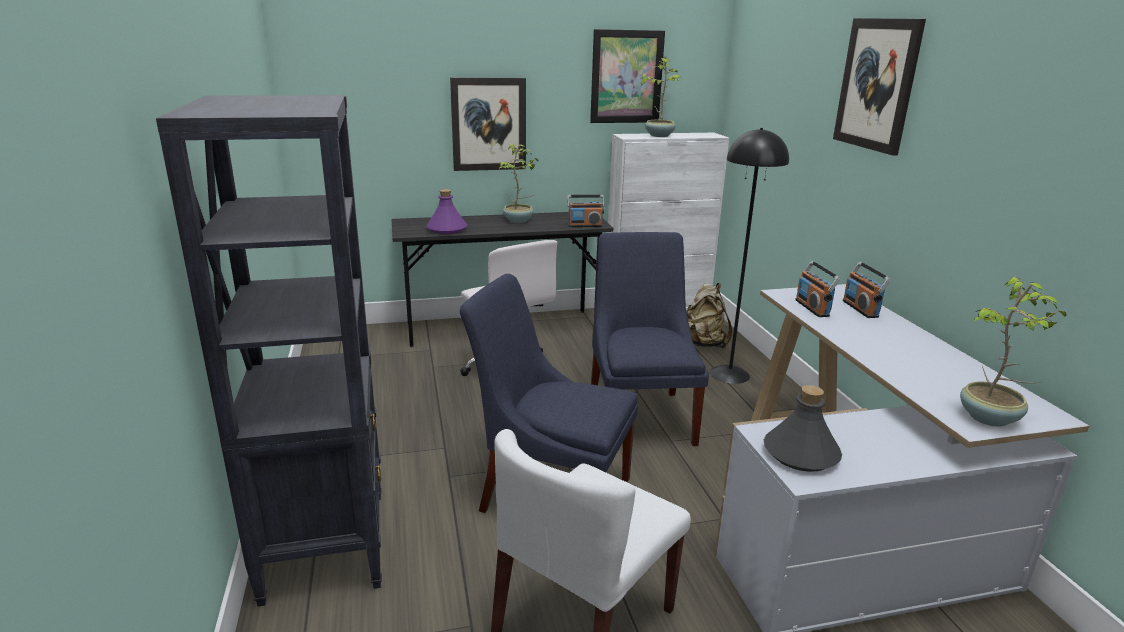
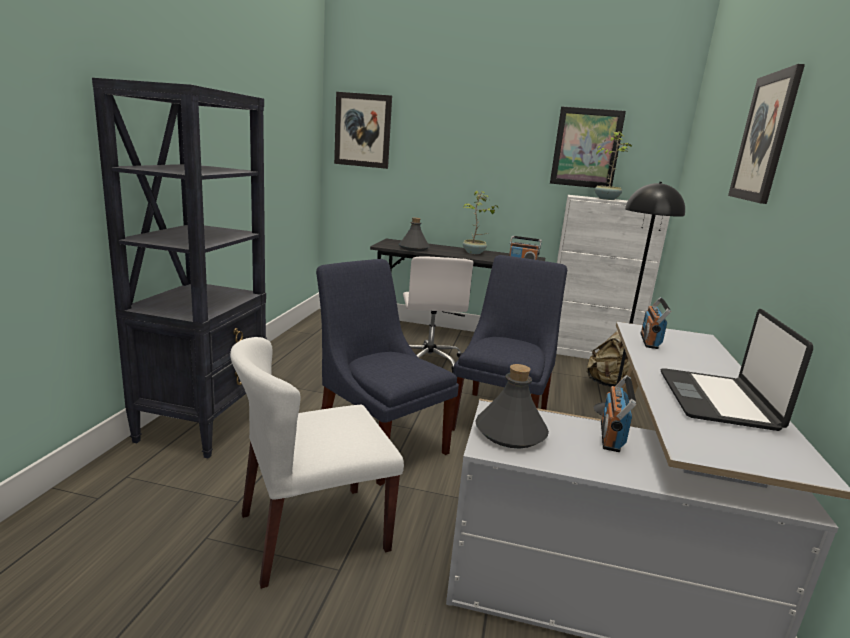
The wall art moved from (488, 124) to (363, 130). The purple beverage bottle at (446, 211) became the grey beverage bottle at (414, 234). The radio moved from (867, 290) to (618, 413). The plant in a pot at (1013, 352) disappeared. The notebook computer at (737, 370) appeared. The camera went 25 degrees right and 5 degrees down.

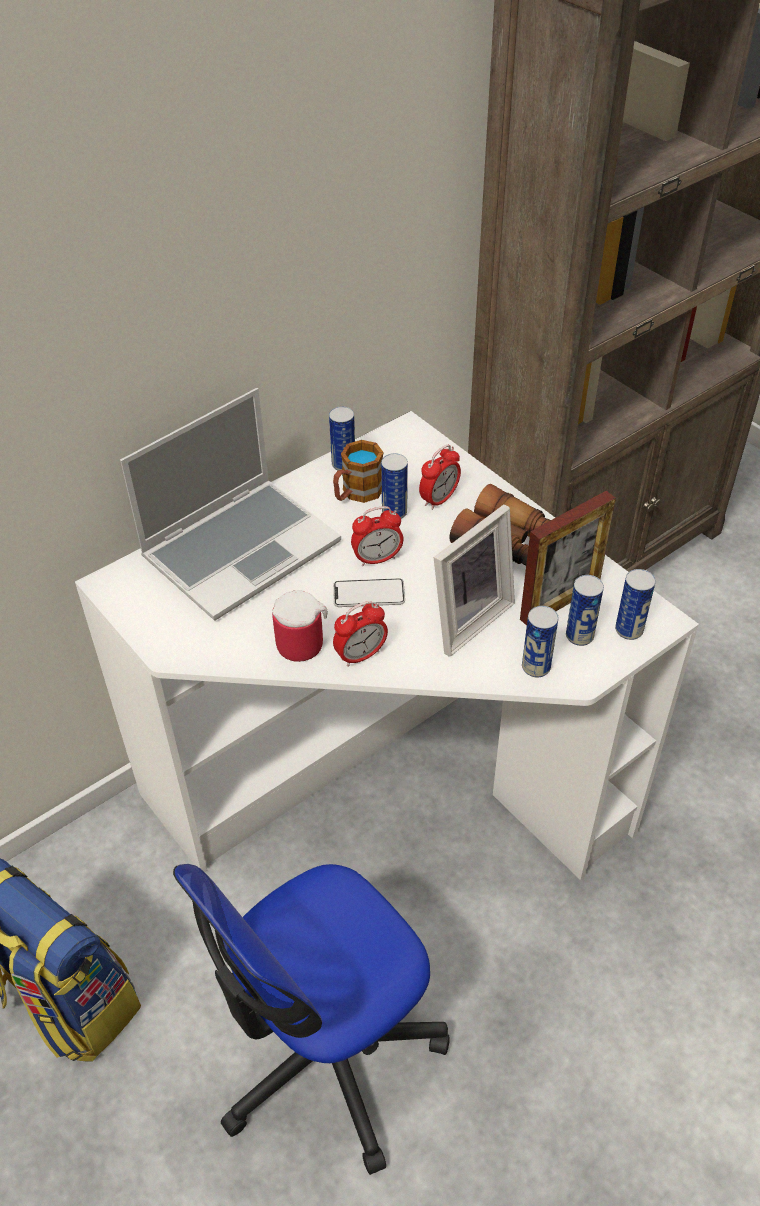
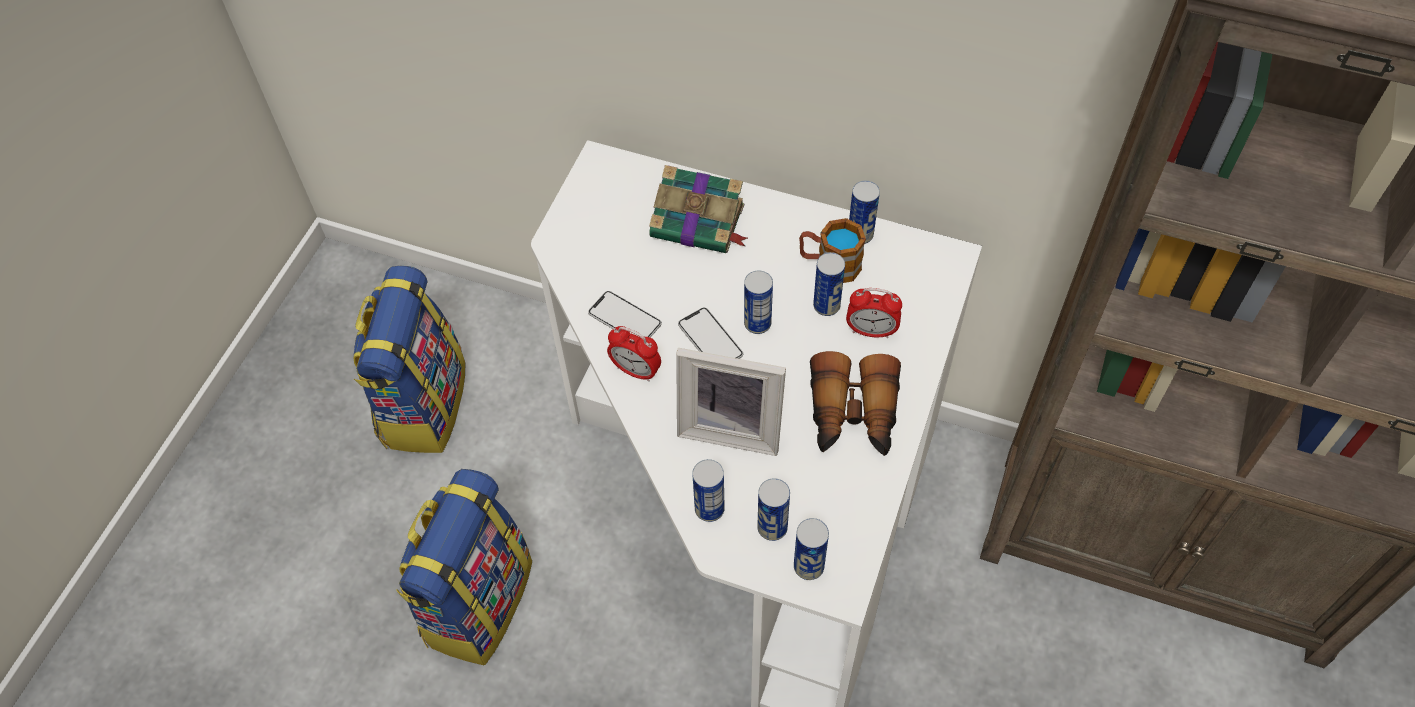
The notebook computer at (230, 504) was replaced by the volume at (698, 209). The photo frame at (568, 558) disappeared. The table clock at (377, 536) was replaced by the can at (758, 302). The mug at (299, 626) was replaced by the handset at (625, 314). The computer chair at (311, 1019) was replaced by the backpack at (464, 567). The camera went 60 degrees right and 10 degrees up.

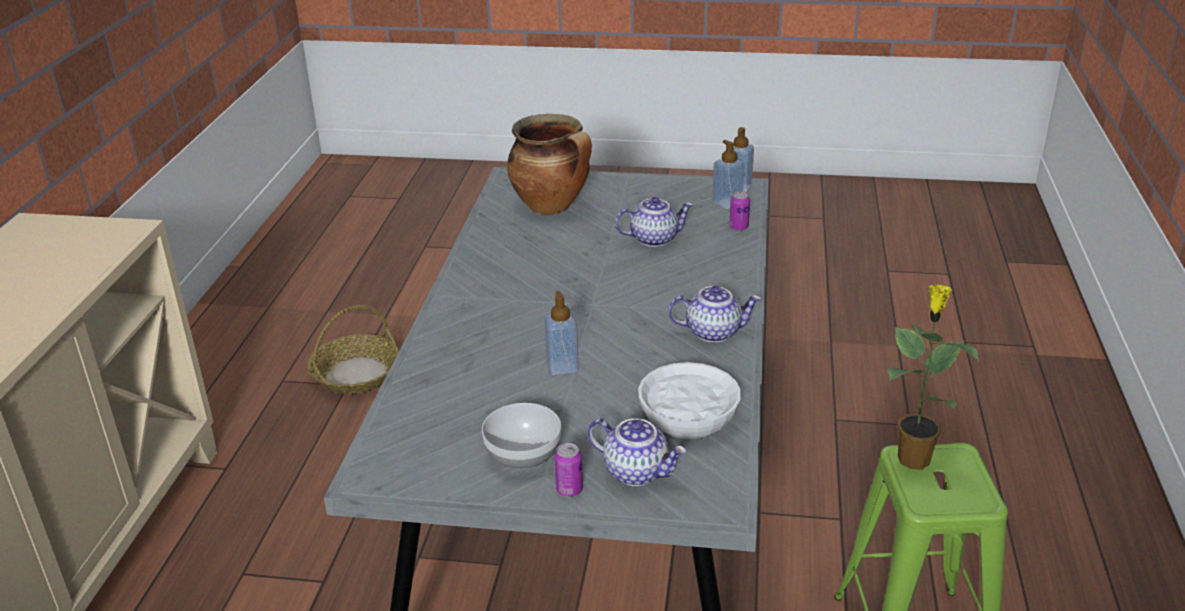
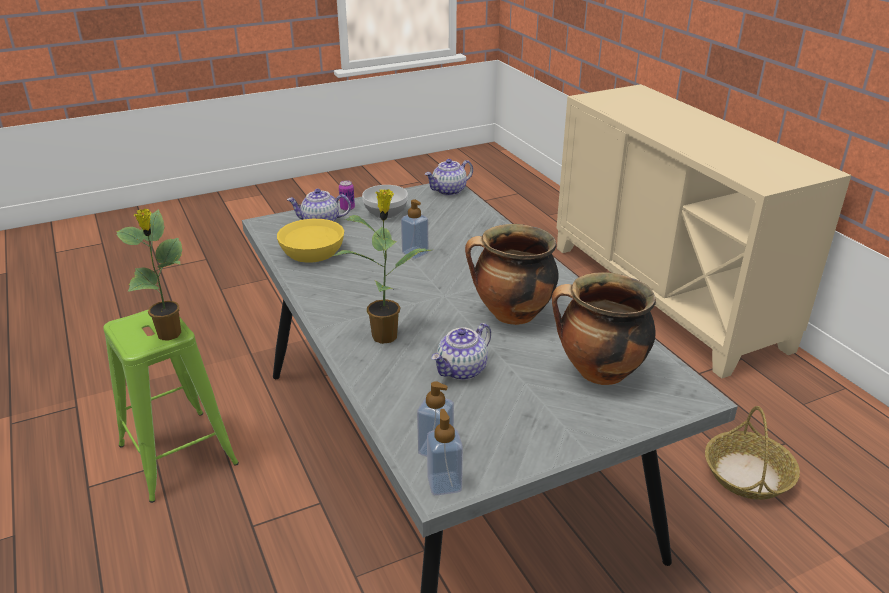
The can at (739, 211) disappeared. The tea pot moved from (714, 314) to (449, 177). The white deep dish at (689, 400) became the yellow-coloured deep dish at (310, 241). The plant in a pot at (382, 266) appeared. The saucepot at (511, 274) appeared. The camera went 145 degrees right and 0 degrees up.

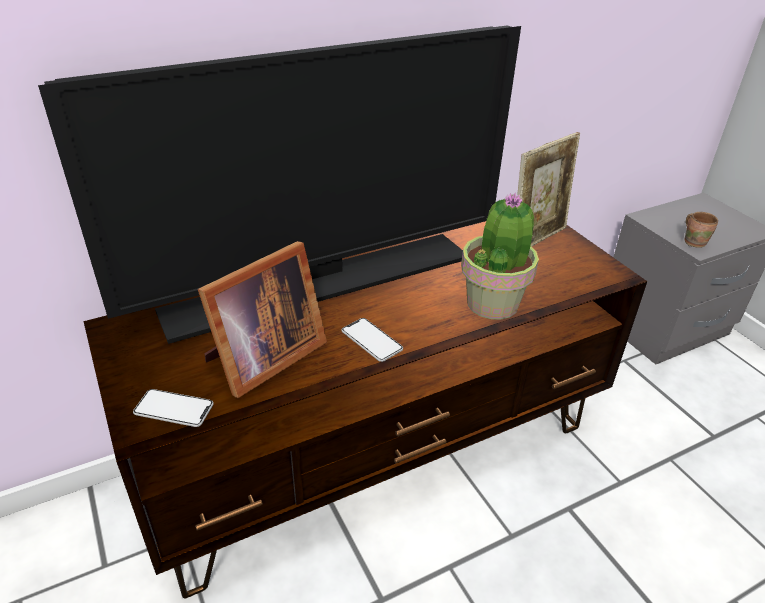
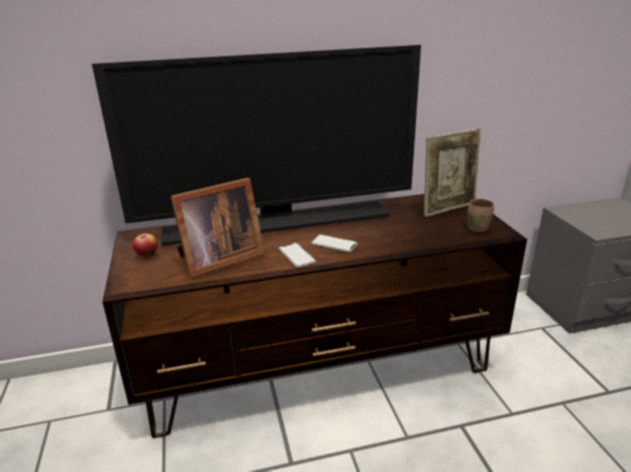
The plant in a pot at (500, 256) disappeared. The brownish mug moved from (701, 230) to (480, 215). The handset moved from (173, 408) to (334, 243). The apple at (145, 245) appeared. The camera went 15 degrees right and 10 degrees down.

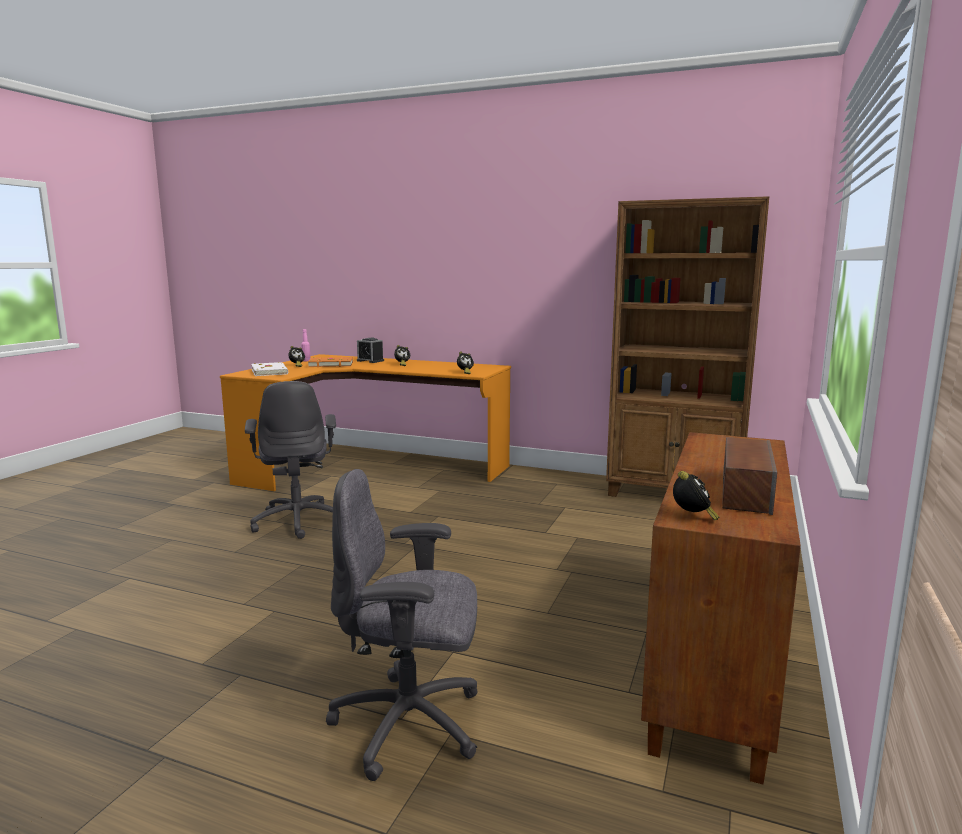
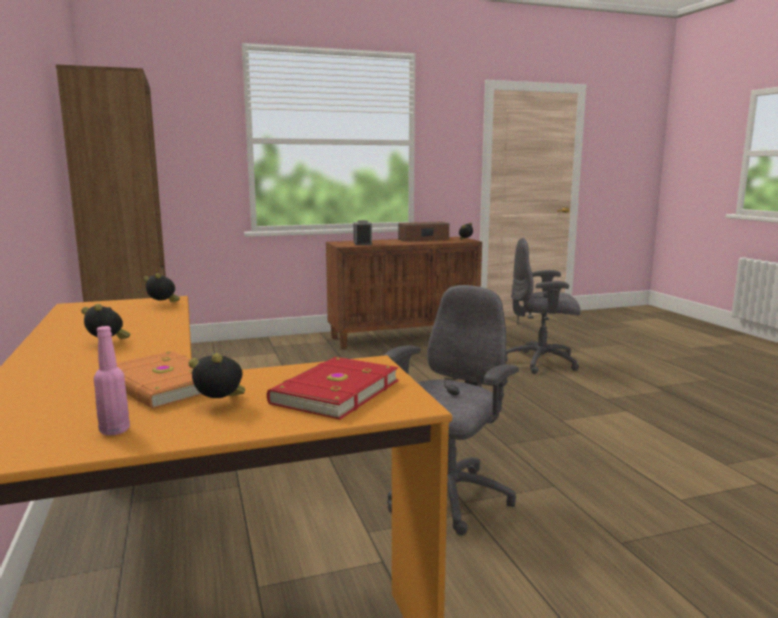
The table clock moved from (370, 350) to (363, 232). The white volume at (269, 369) became the red volume at (333, 388). The grey computer chair at (402, 625) turned 135 degrees clockwise. The camera went 130 degrees left and 0 degrees up.

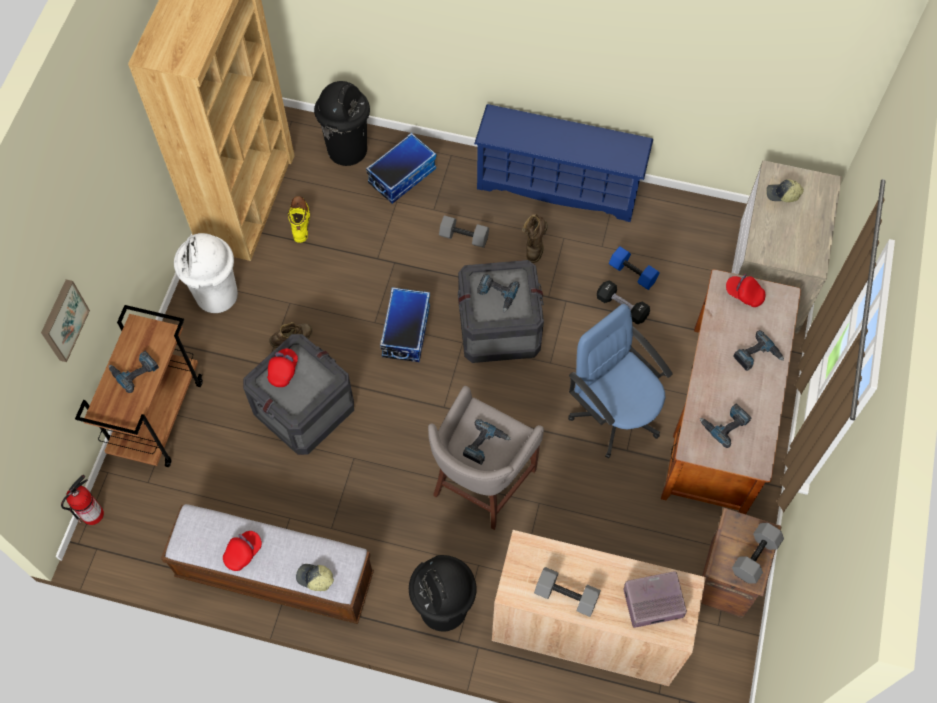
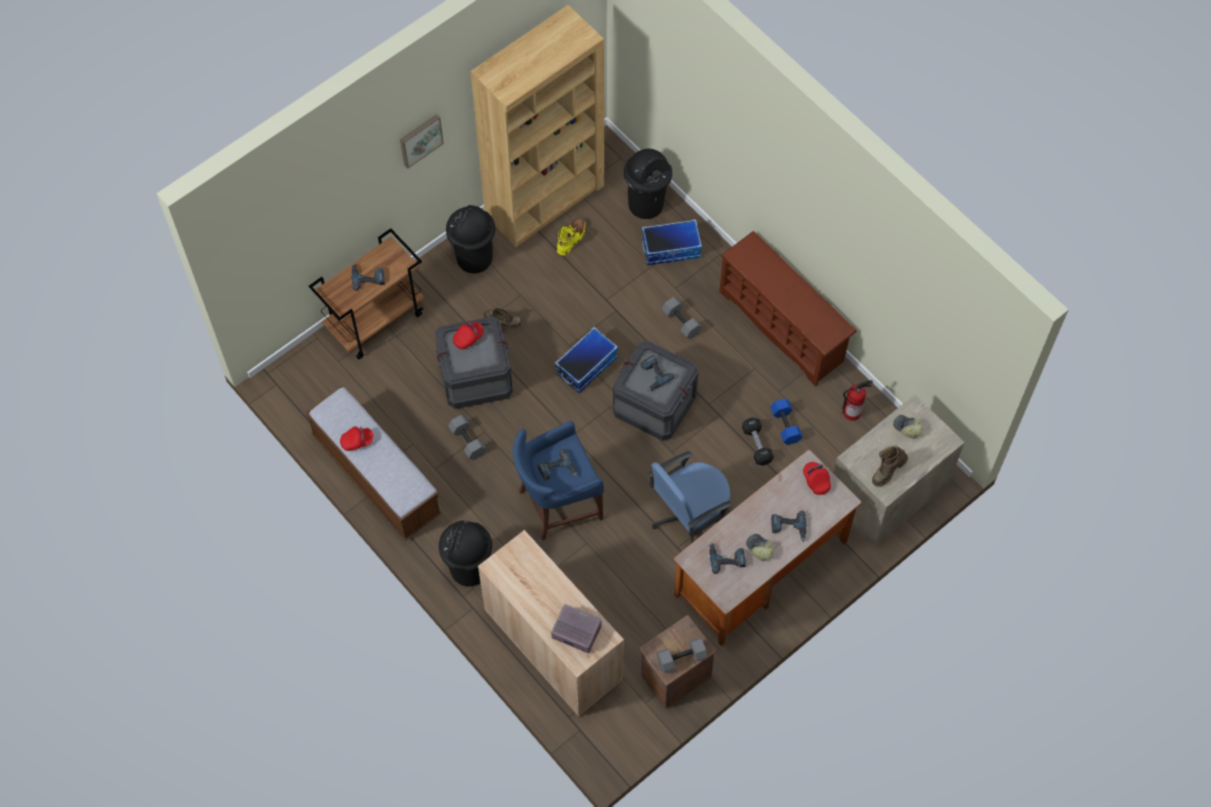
The bluish shoe rack at (563, 163) became the brownish shoe rack at (788, 309). The brownish tall boot moved from (535, 238) to (890, 466). The white waste bin at (206, 273) became the black waste bin at (470, 239). The wall art moved from (65, 321) to (422, 141). The bluish computer chair at (620, 381) turned 120 degrees counterclockwise. The grey stool at (486, 458) became the bluish stool at (558, 480). The fire extinguisher moved from (82, 500) to (857, 400). The baseball cap moved from (315, 577) to (760, 547). The grey dumbbell moved from (567, 592) to (467, 437). The camera went 35 degrees right and 0 degrees up.

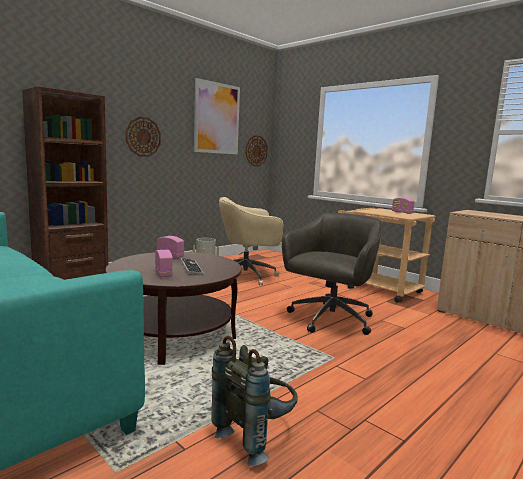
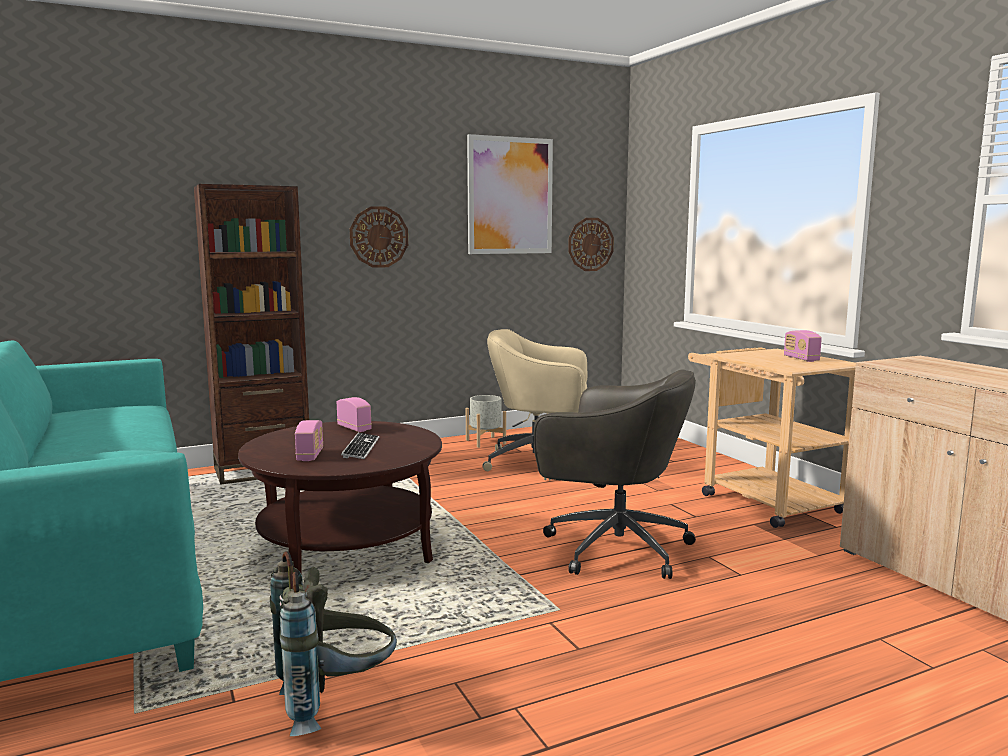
The grey computer chair at (332, 274) turned 60 degrees clockwise. The camera went 20 degrees right and 0 degrees up.

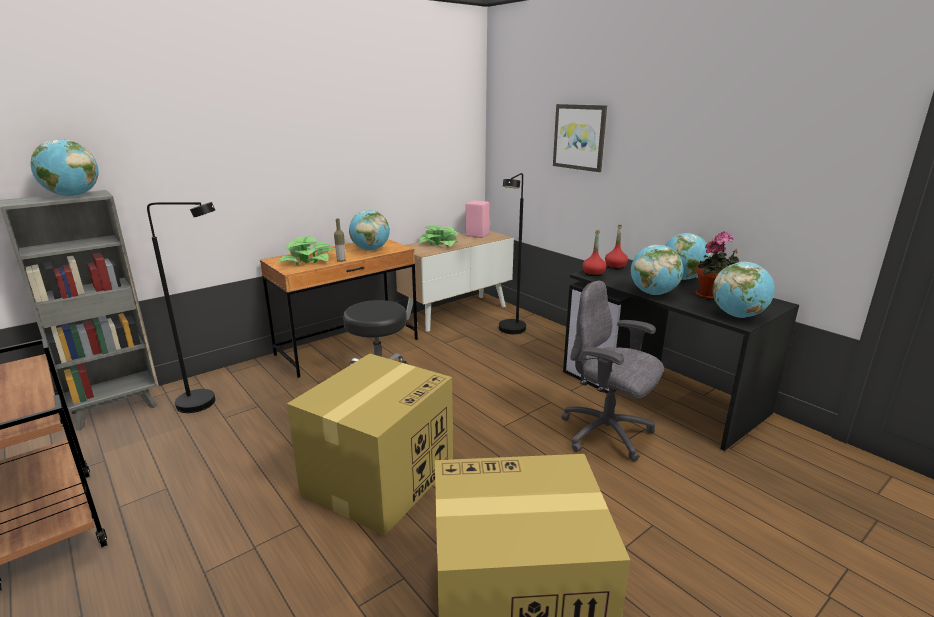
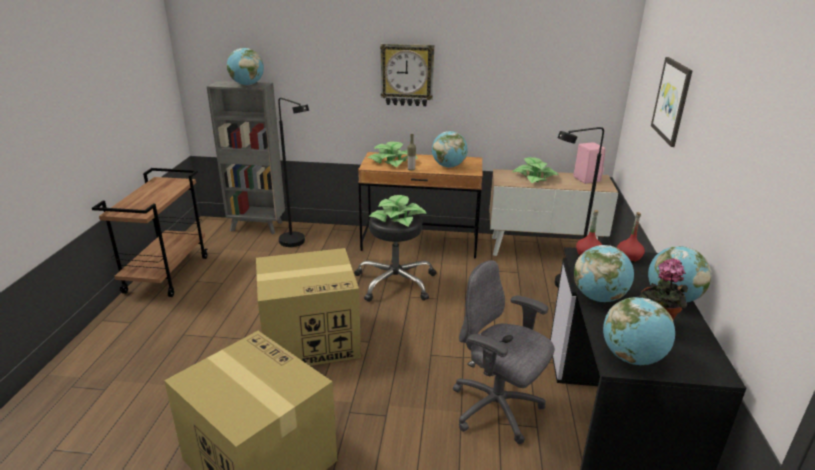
The grey computer chair at (612, 371) turned 45 degrees counterclockwise. The clock on the wall at (407, 74) appeared. The plant in a pot at (398, 211) appeared. The camera went 45 degrees right and 5 degrees up.

